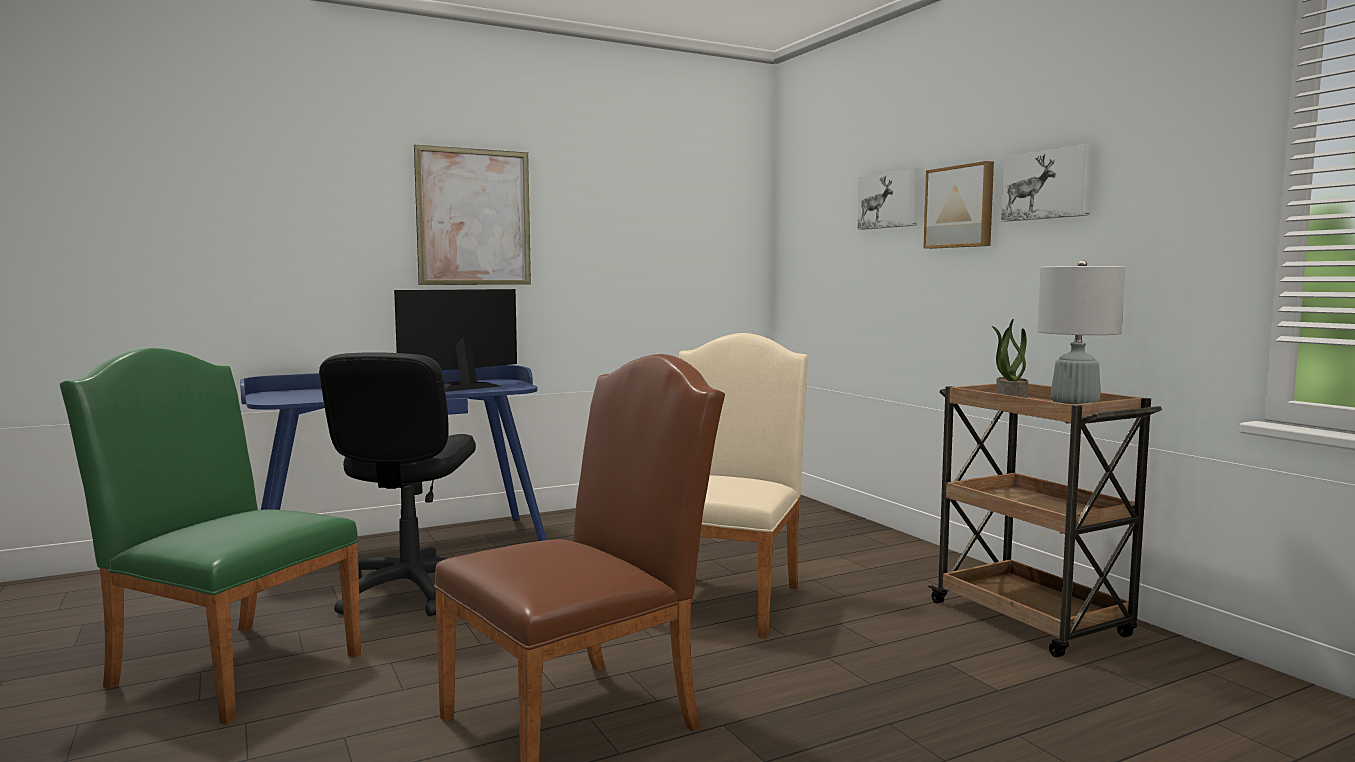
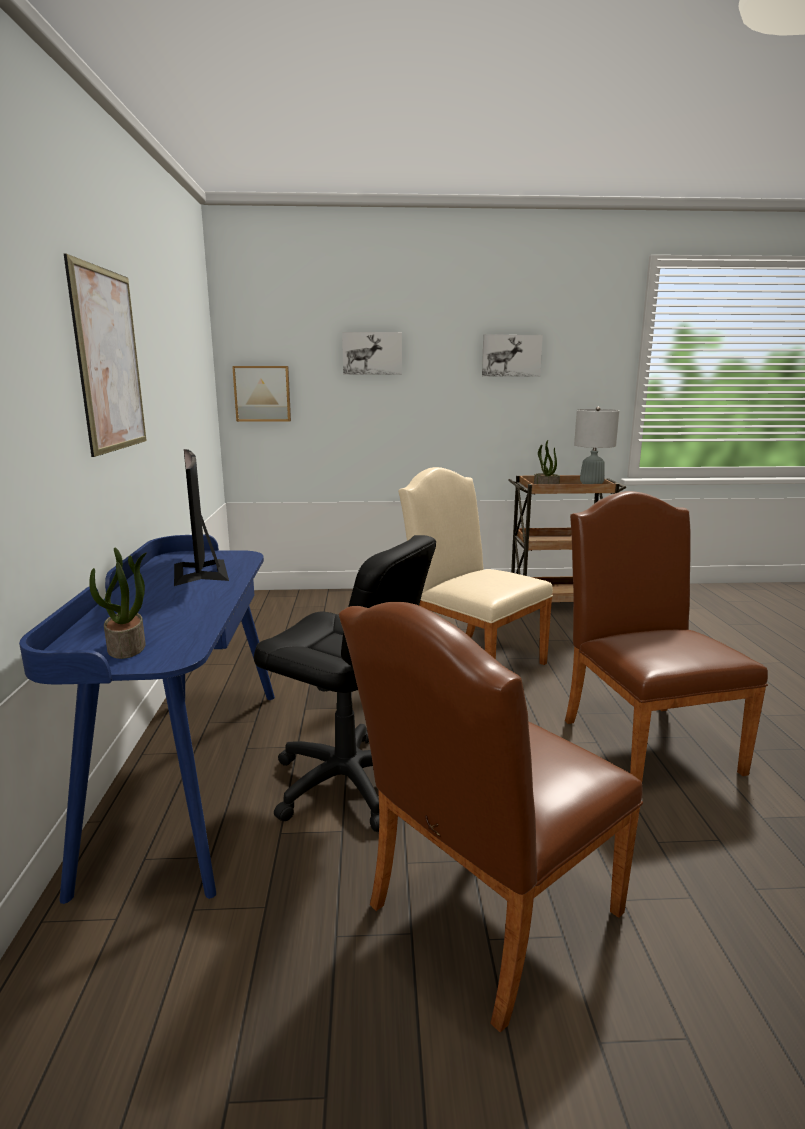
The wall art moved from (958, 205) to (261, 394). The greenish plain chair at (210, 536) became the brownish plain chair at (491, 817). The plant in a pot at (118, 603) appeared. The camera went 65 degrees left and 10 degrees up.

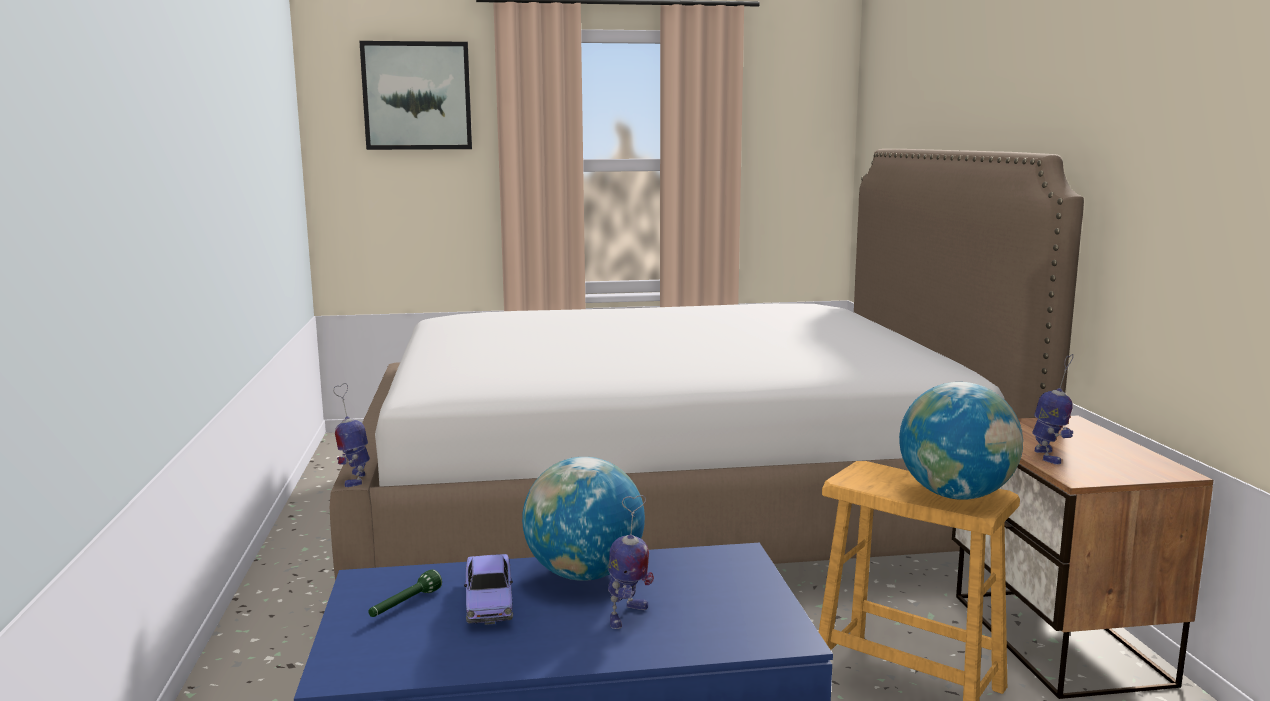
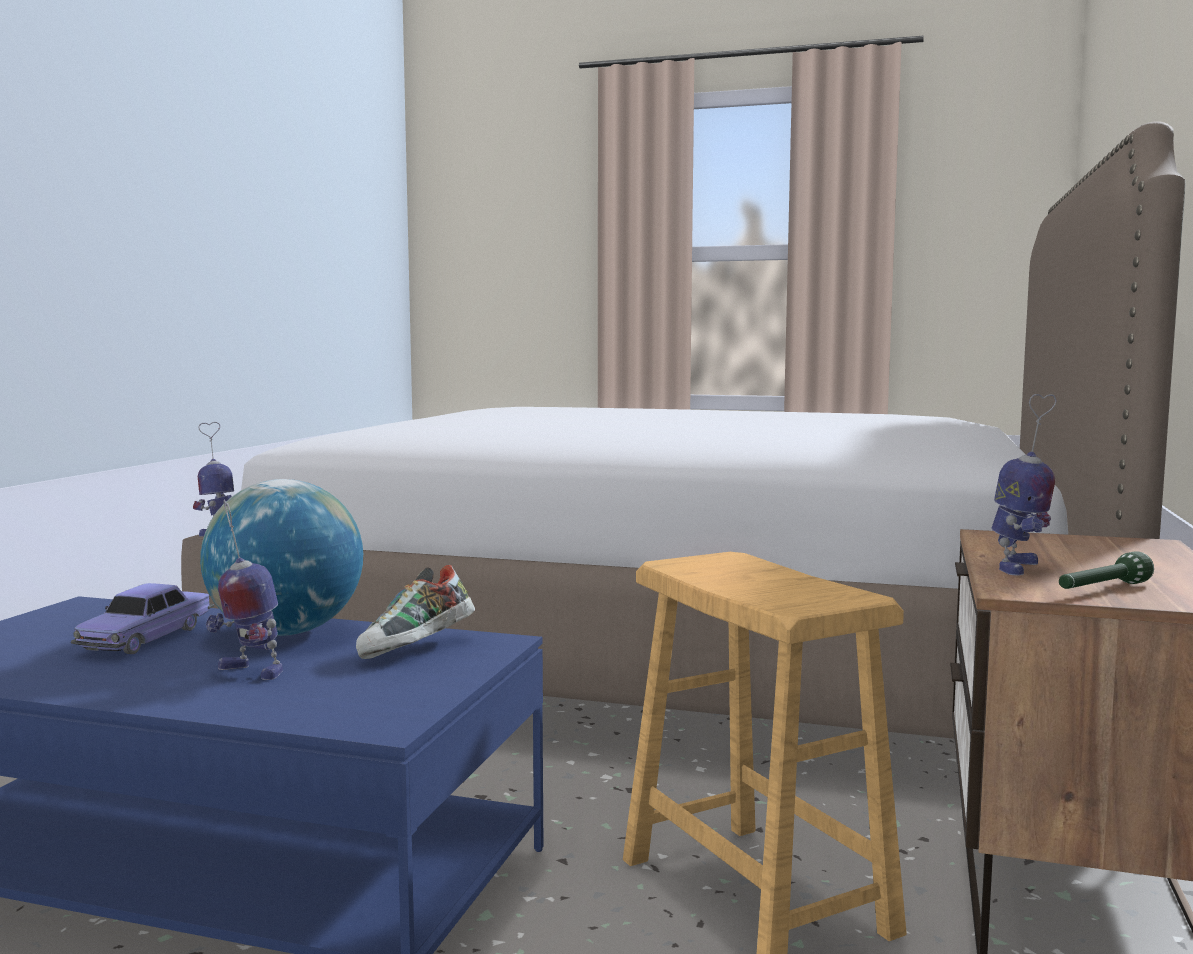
The wall art at (415, 95) disappeared. The globe at (961, 441) disappeared. The toy robot at (631, 562) turned 60 degrees clockwise. The greenish hand torch moved from (405, 593) to (1106, 570). The low shoe at (415, 612) appeared. The camera went 25 degrees right and 5 degrees down.

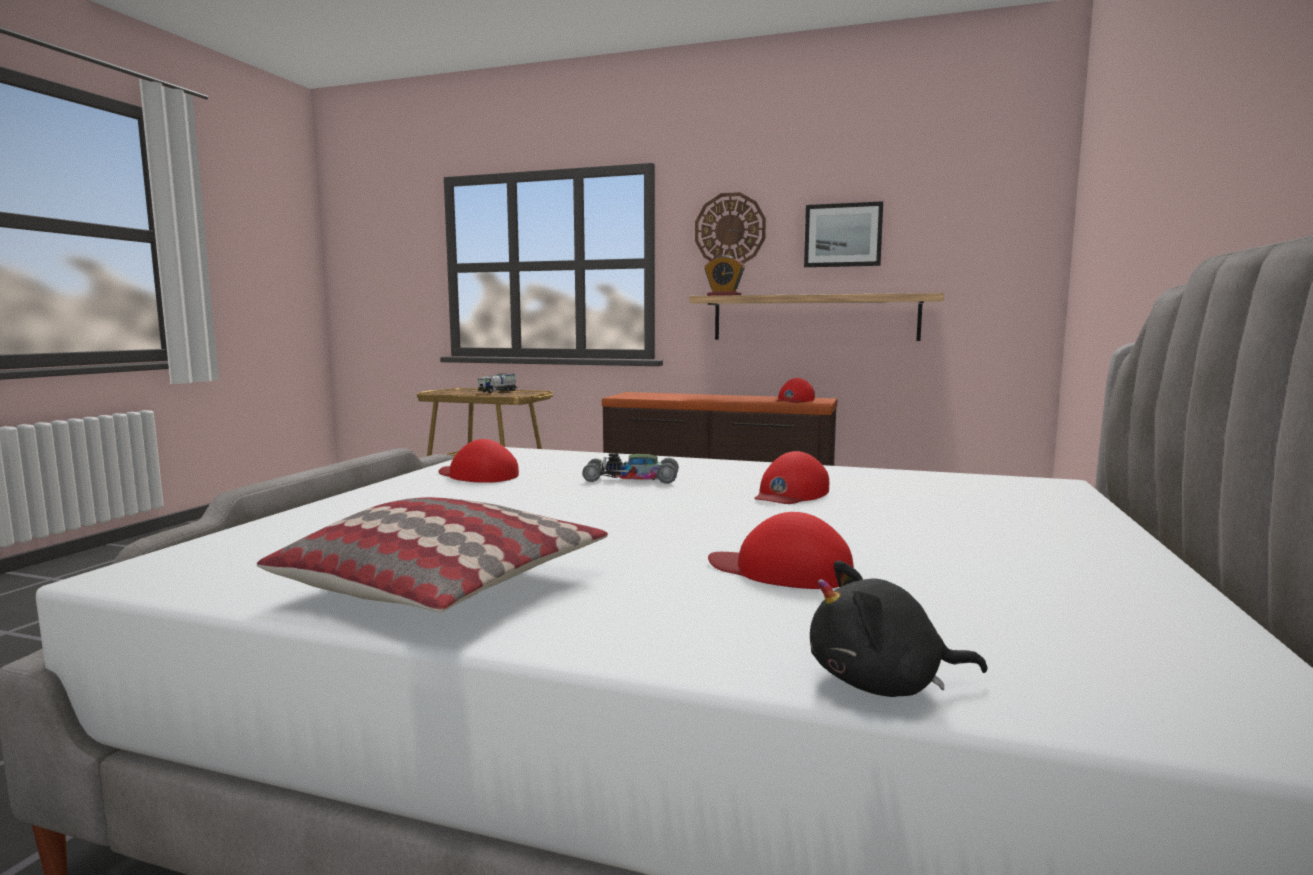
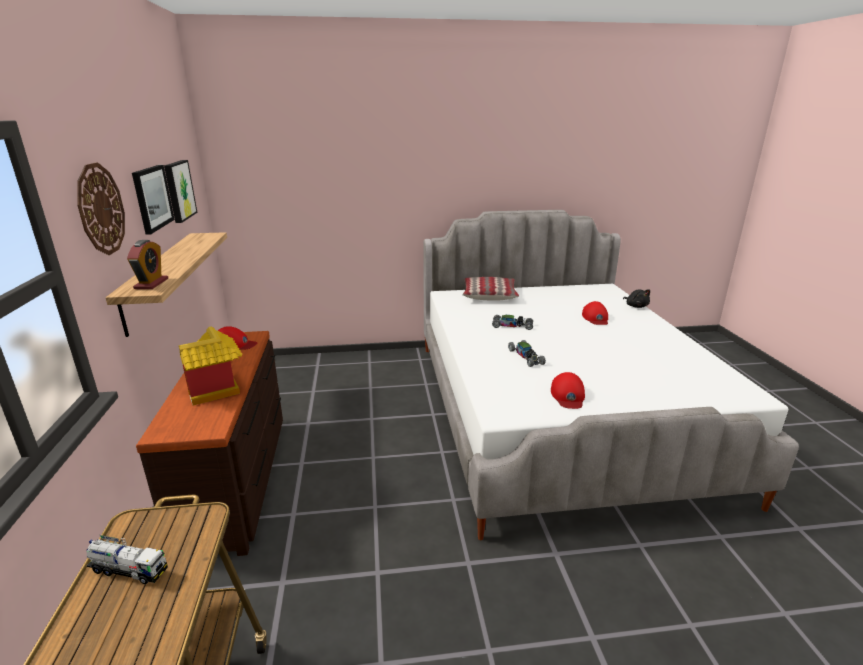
The red baseball cap at (791, 477) was replaced by the toy car at (512, 322). The throw pillow moved from (432, 554) to (490, 289). The wall art at (180, 191) appeared. The miniature house at (210, 366) appeared. The camera went 115 degrees left and 15 degrees up.

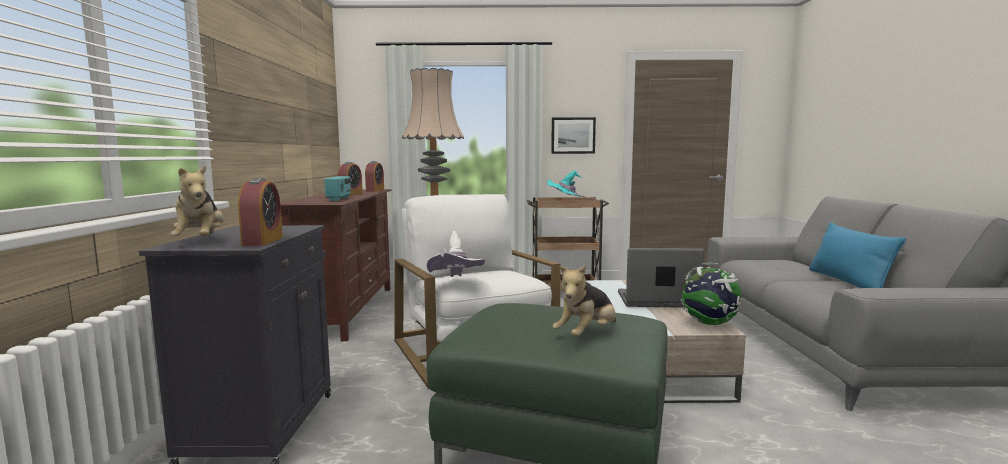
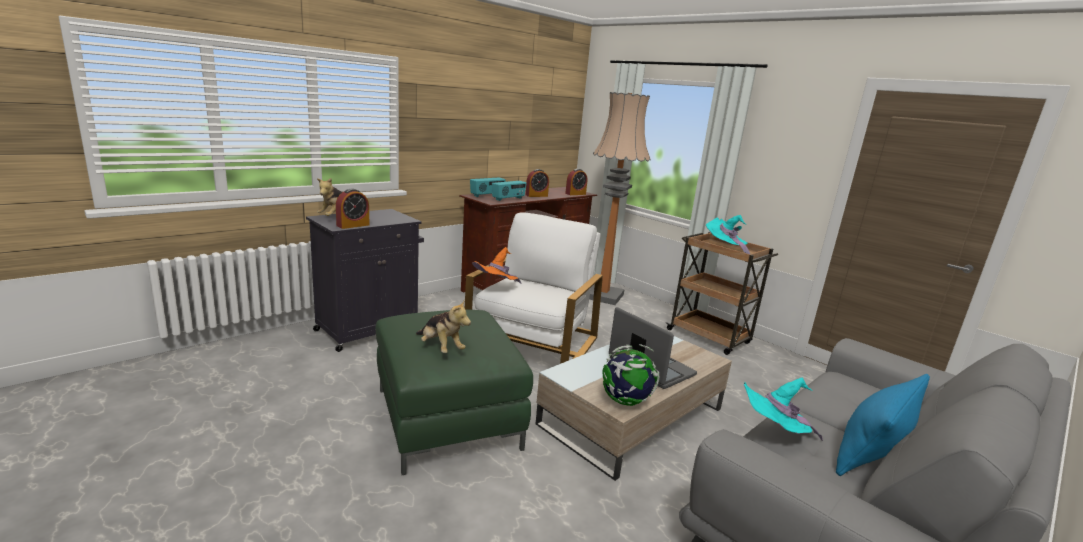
The wall art at (573, 135) disappeared. The white clothing hat at (456, 254) became the orange clothing hat at (496, 265). The plush toy at (584, 300) turned 135 degrees counterclockwise. The radio at (488, 187) appeared. The turquoise-coloured clothing hat at (783, 409) appeared. The camera went 45 degrees right and 10 degrees up.

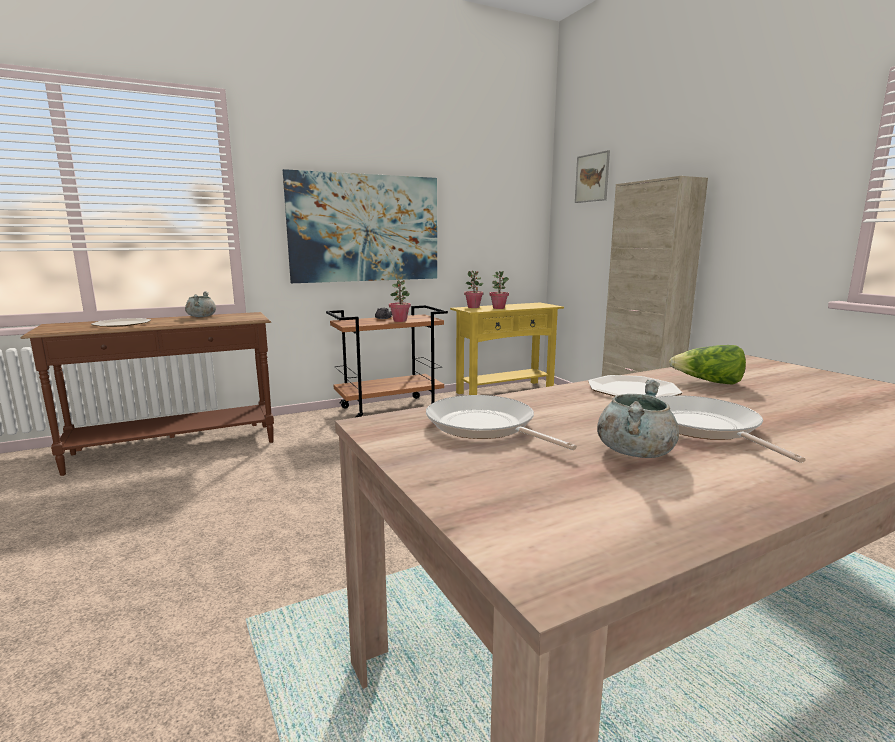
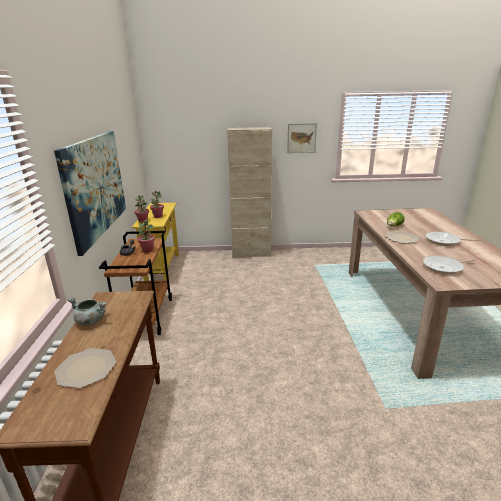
The wall art moved from (592, 176) to (302, 138). The grey saucepot at (638, 419) disappeared. The camera went 65 degrees left and 10 degrees up.

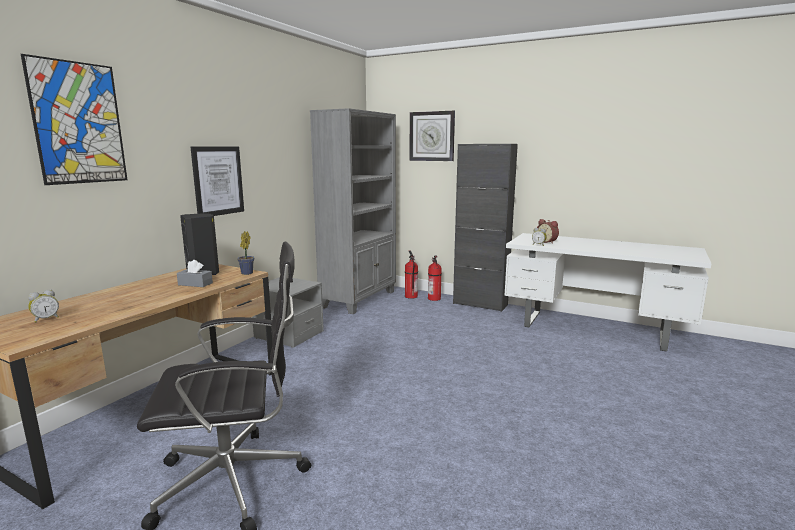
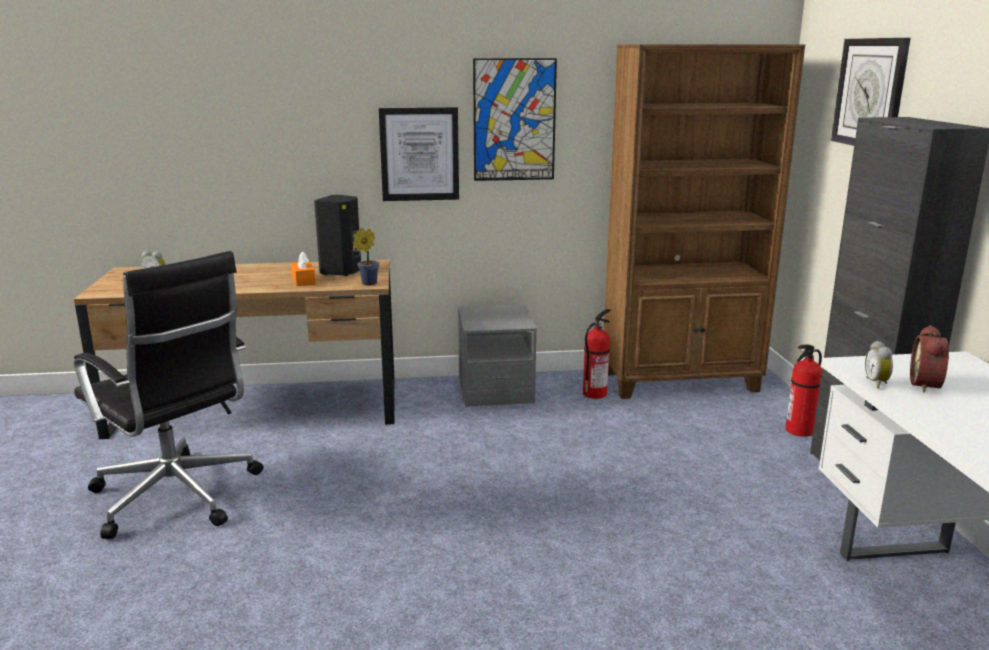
The wall art moved from (74, 119) to (515, 119). The grey bookcase at (353, 211) became the brownish bookcase at (704, 221). The fire extinguisher moved from (411, 275) to (597, 354). The grey box of tissues at (195, 273) became the orange box of tissues at (303, 269). The camera went 55 degrees right and 5 degrees up.

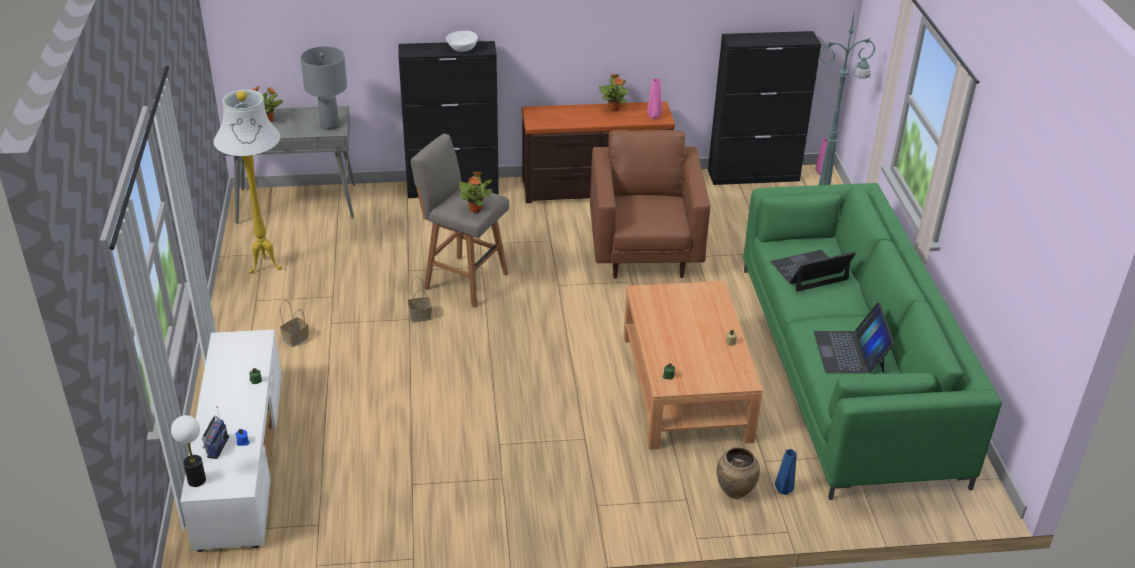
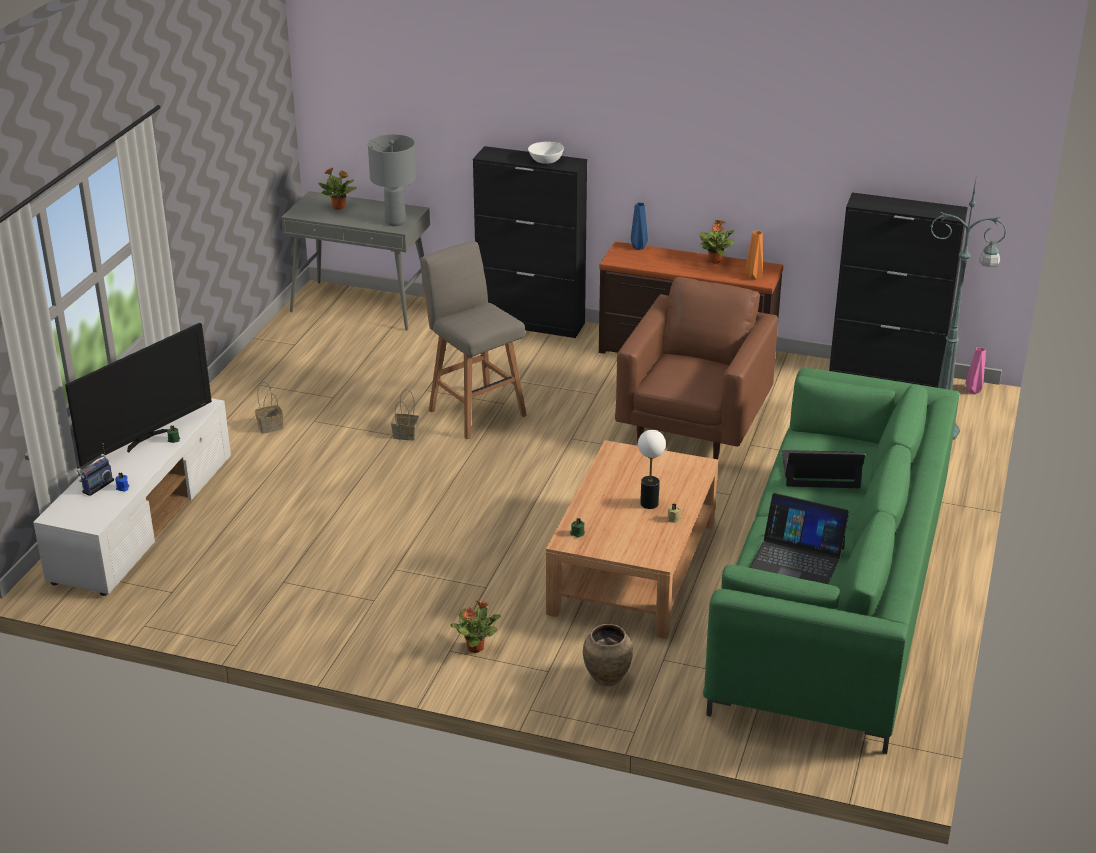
The pink-coloured flower vase at (654, 98) became the orange flower vase at (754, 255). The white standing lamp at (248, 182) disappeared. The plant in a pot moved from (476, 192) to (476, 626). The notebook computer at (854, 338) turned 90 degrees counterclockwise. The tabletop lamp moved from (188, 451) to (652, 469). The bluish flower vase moved from (786, 472) to (639, 226). The TV set at (138, 395) appeared. The camera went 25 degrees right and 5 degrees down.

